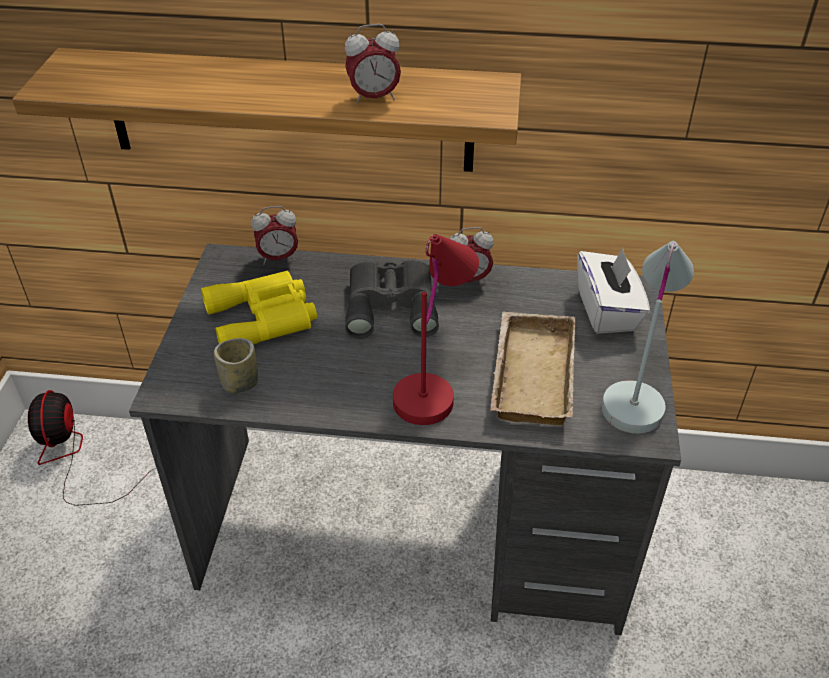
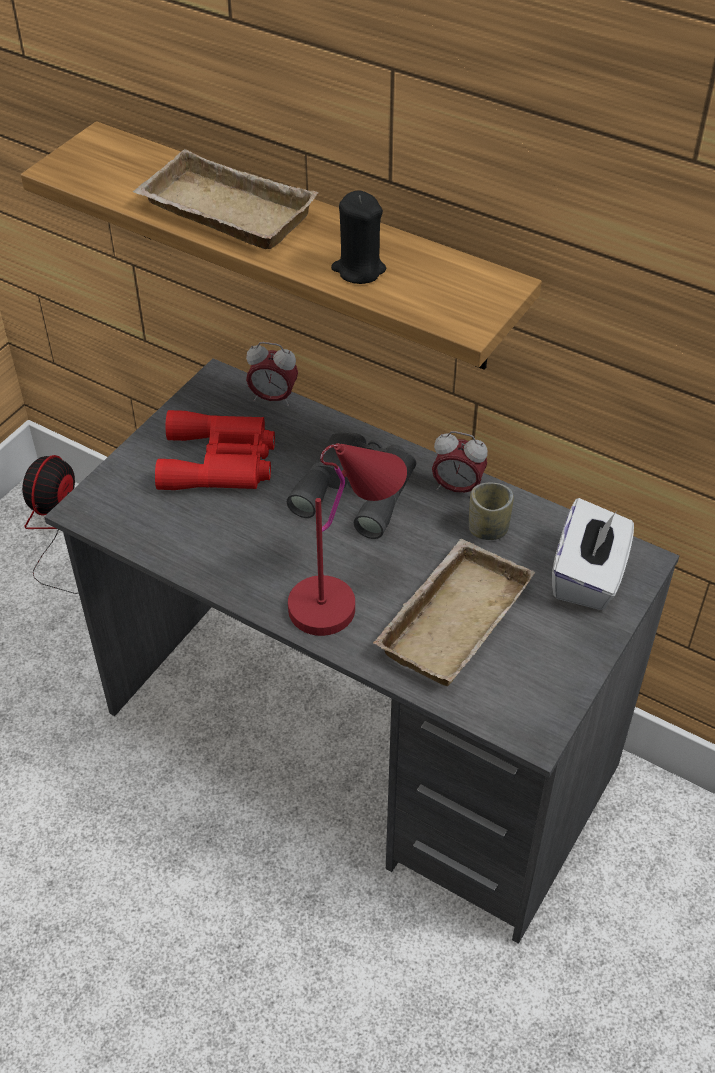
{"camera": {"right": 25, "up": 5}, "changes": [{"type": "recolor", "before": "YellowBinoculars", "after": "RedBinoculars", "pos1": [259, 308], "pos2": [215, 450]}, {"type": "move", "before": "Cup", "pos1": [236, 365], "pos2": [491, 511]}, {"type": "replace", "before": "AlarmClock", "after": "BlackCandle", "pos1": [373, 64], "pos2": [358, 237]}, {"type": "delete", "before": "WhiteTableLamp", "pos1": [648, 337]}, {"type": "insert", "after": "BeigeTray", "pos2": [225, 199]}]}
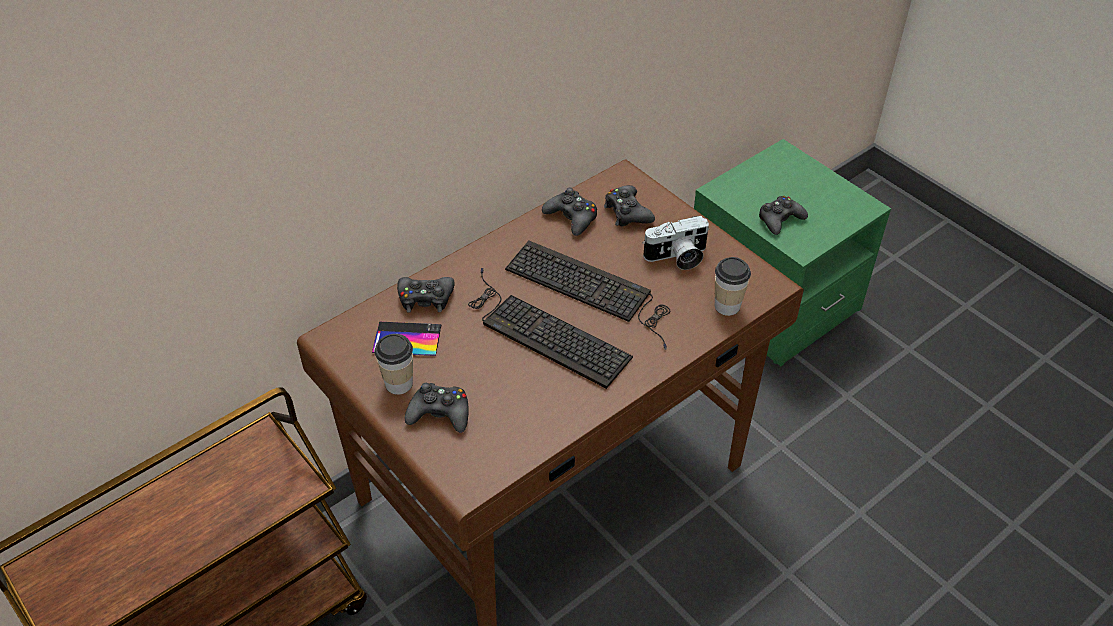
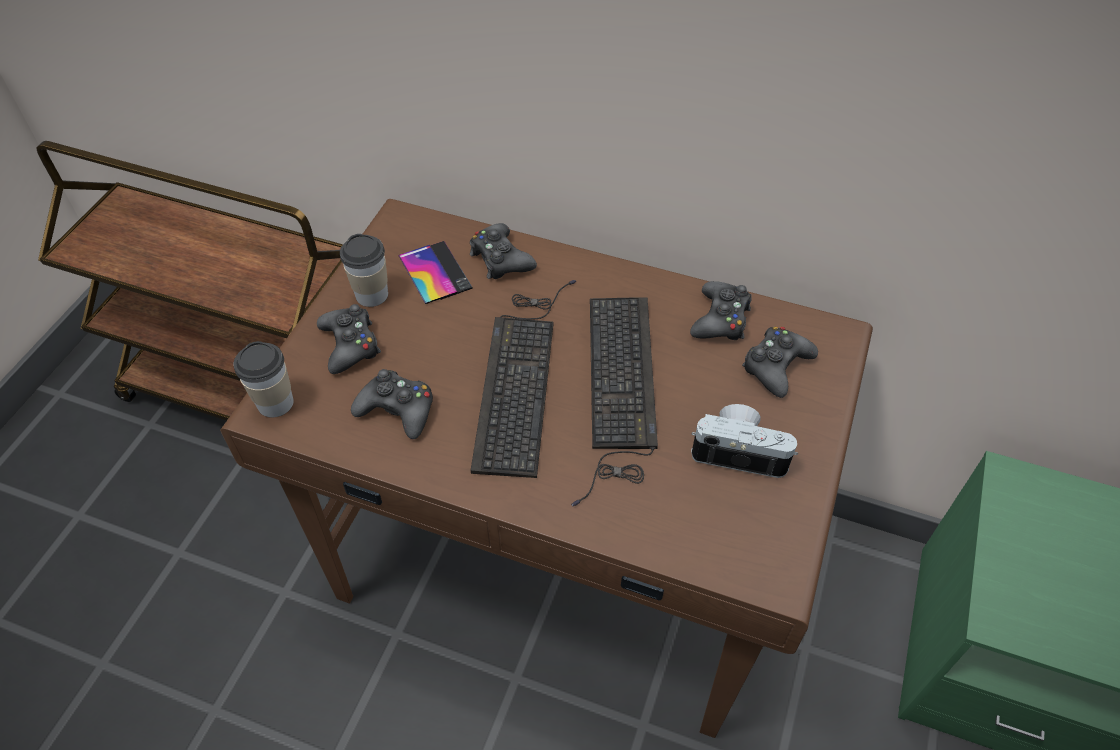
{"camera": {"right": 60, "up": 5}, "changes": [{"type": "rotate", "before": "PhotoCamera", "pos1": [675, 243], "pos2": [744, 441], "turn": 150}, {"type": "move", "before": "Cup", "pos1": [733, 286], "pos2": [263, 379]}, {"type": "move", "before": "BlackGameController", "pos1": [783, 215], "pos2": [392, 404]}]}
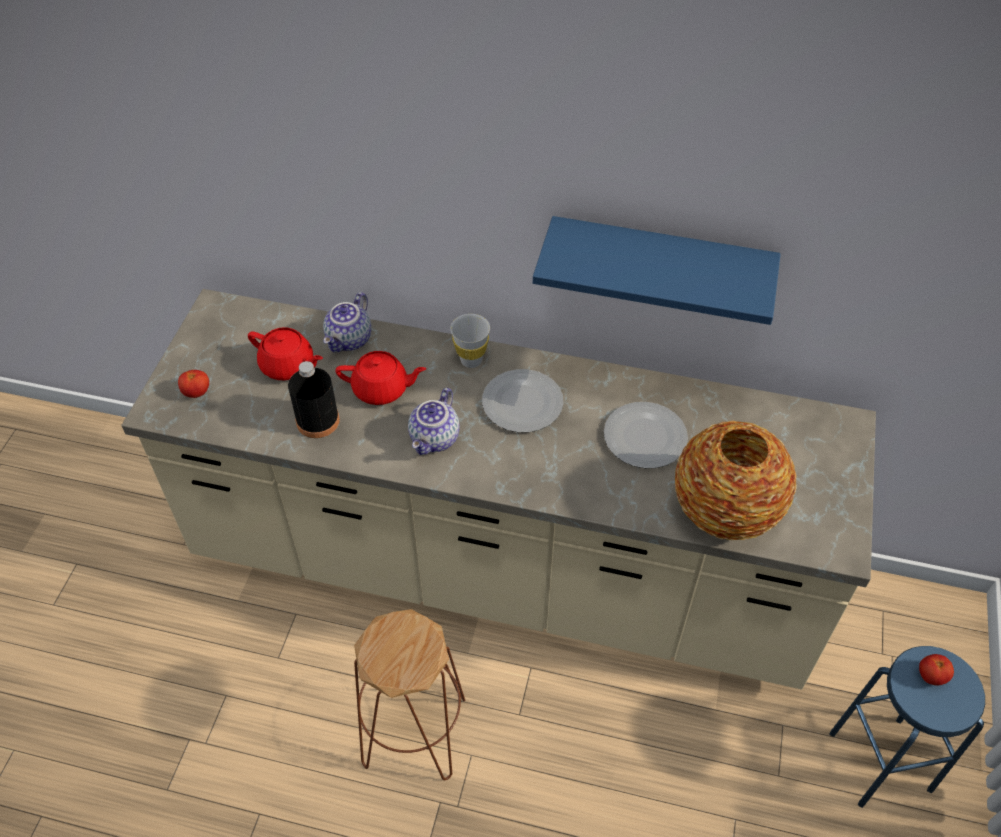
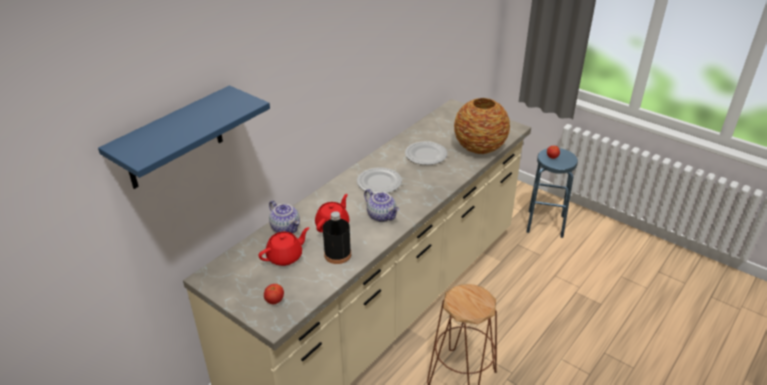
{"camera": {"right": -65, "up": -15}, "changes": [{"type": "delete", "before": "WhiteCup", "pos1": [470, 341]}, {"type": "move", "before": "BlueShelf", "pos1": [657, 270], "pos2": [184, 137]}]}
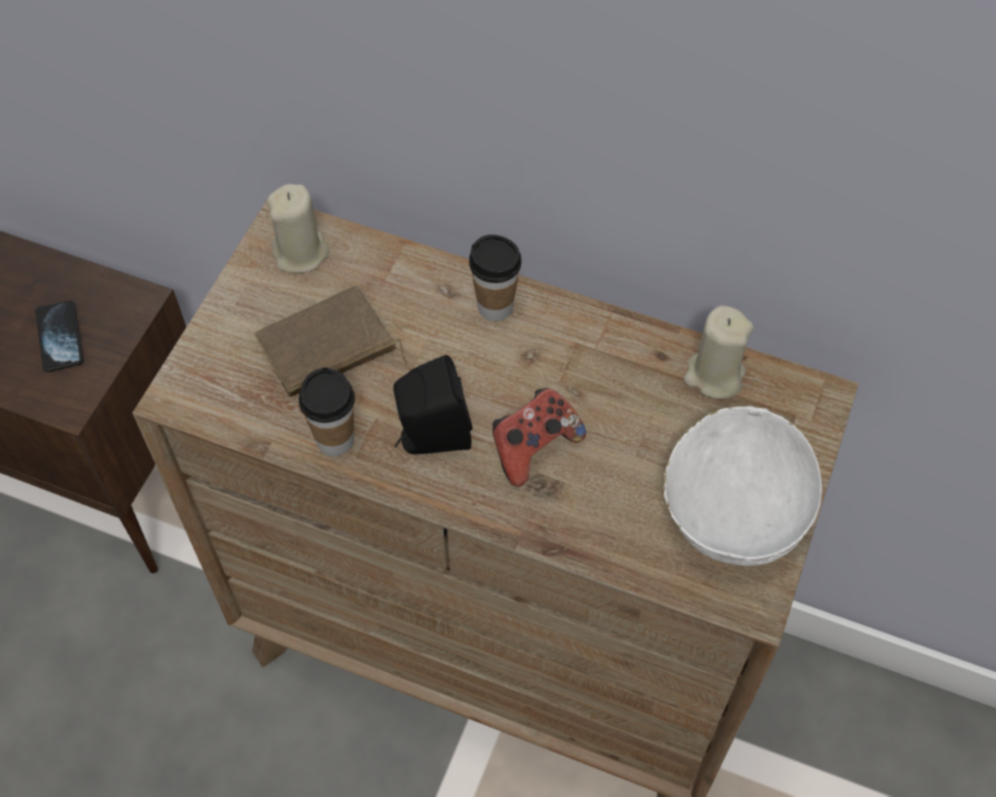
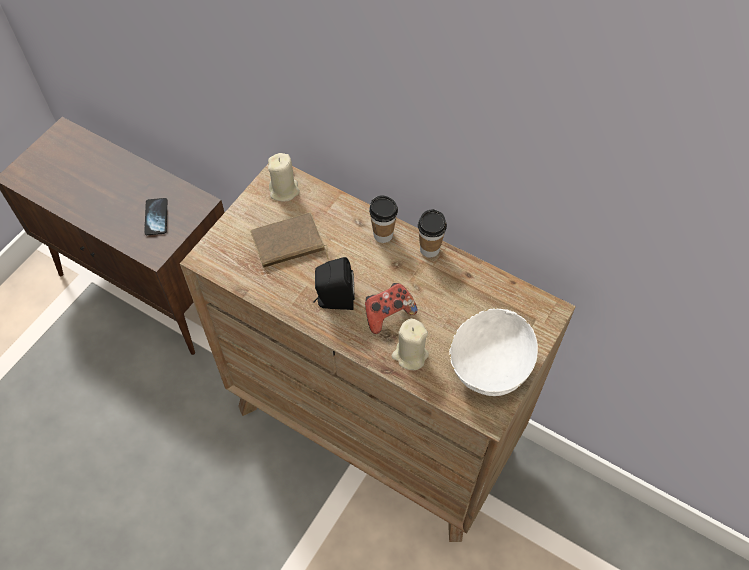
{"camera": {"right": 10, "up": 0}, "changes": [{"type": "move", "before": "Cup", "pos1": [327, 411], "pos2": [432, 233]}, {"type": "move", "before": "BeigeCandle", "pos1": [718, 352], "pos2": [410, 344]}]}
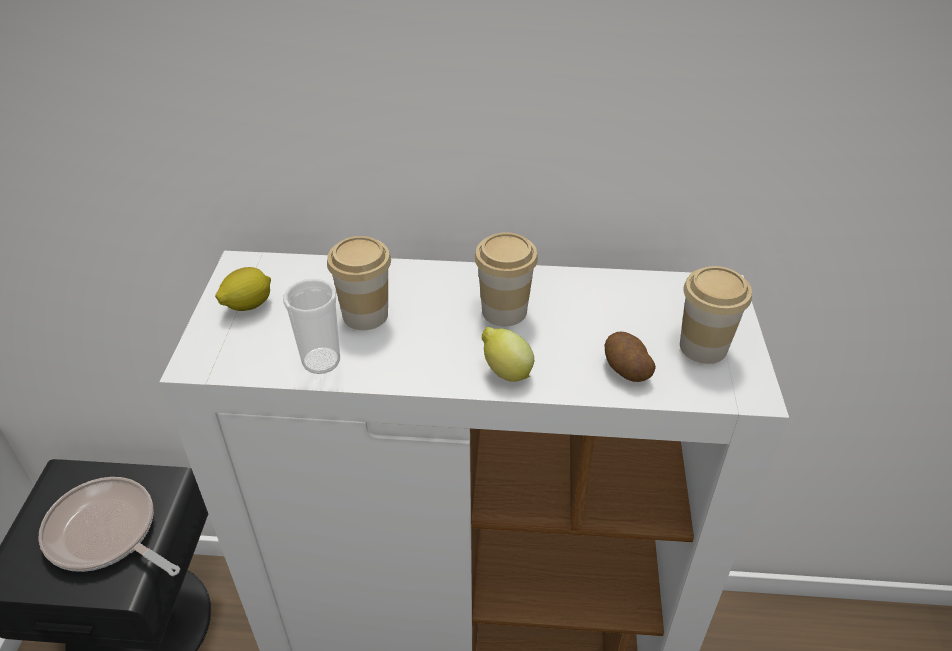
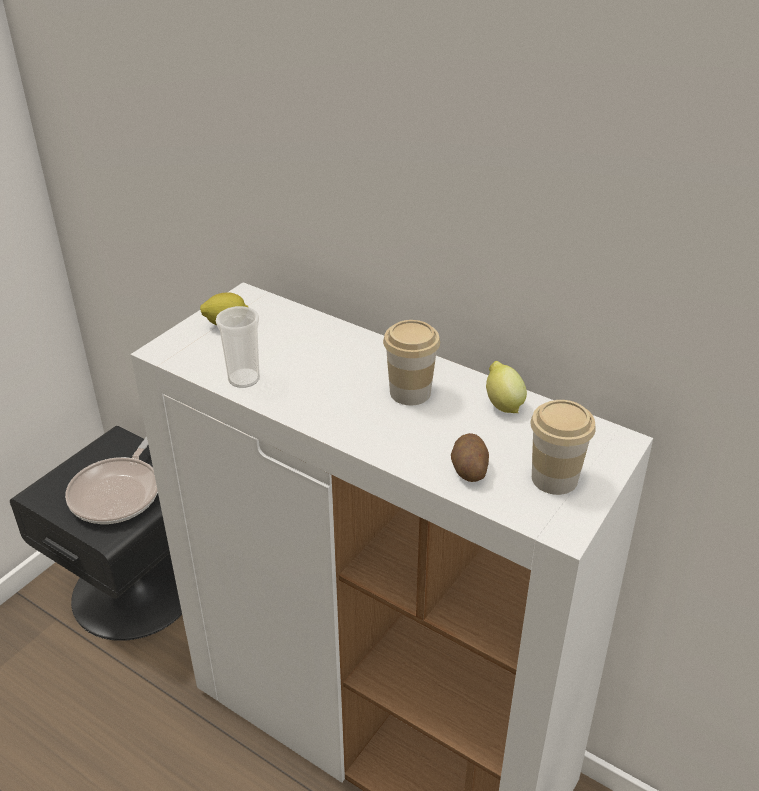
{"camera": {"right": 30, "up": -5}, "changes": [{"type": "rotate", "before": "FryingPan", "pos1": [109, 526], "pos2": [111, 480], "turn": -135}, {"type": "delete", "before": "Cup", "pos1": [359, 283]}, {"type": "move", "before": "Lemon", "pos1": [508, 354], "pos2": [506, 387]}]}
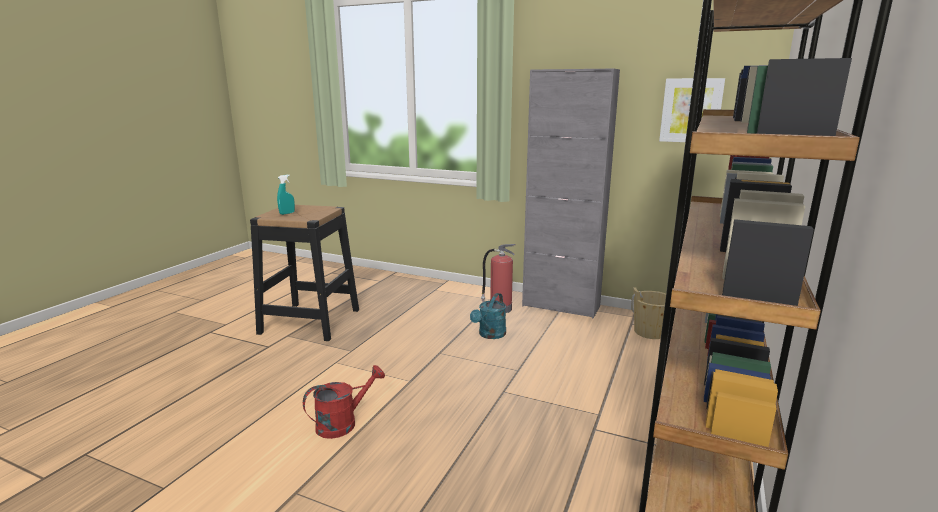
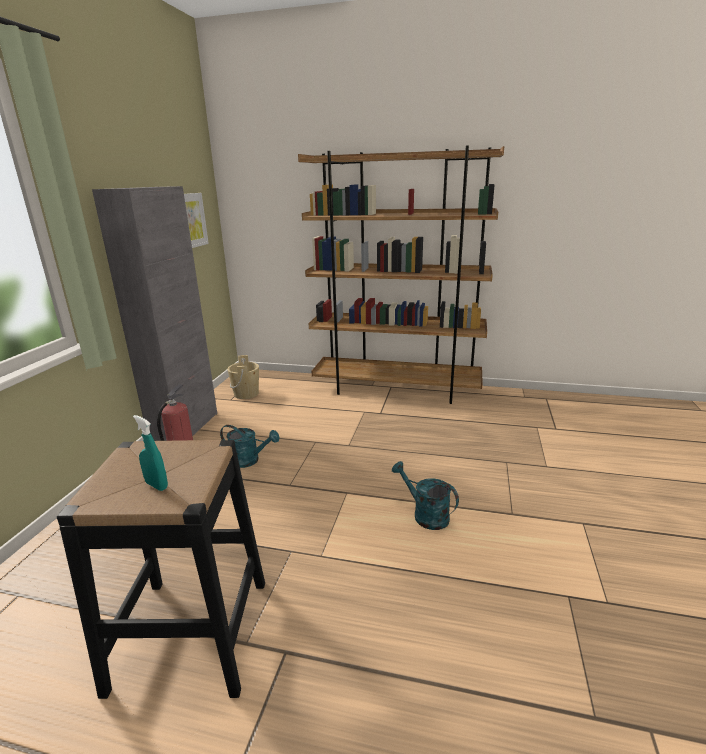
{"camera": {"right": -100, "up": 5}, "changes": [{"type": "recolor", "before": "RedWateringCan", "after": "TurquoiseWateringCan", "pos1": [344, 402], "pos2": [425, 495]}]}
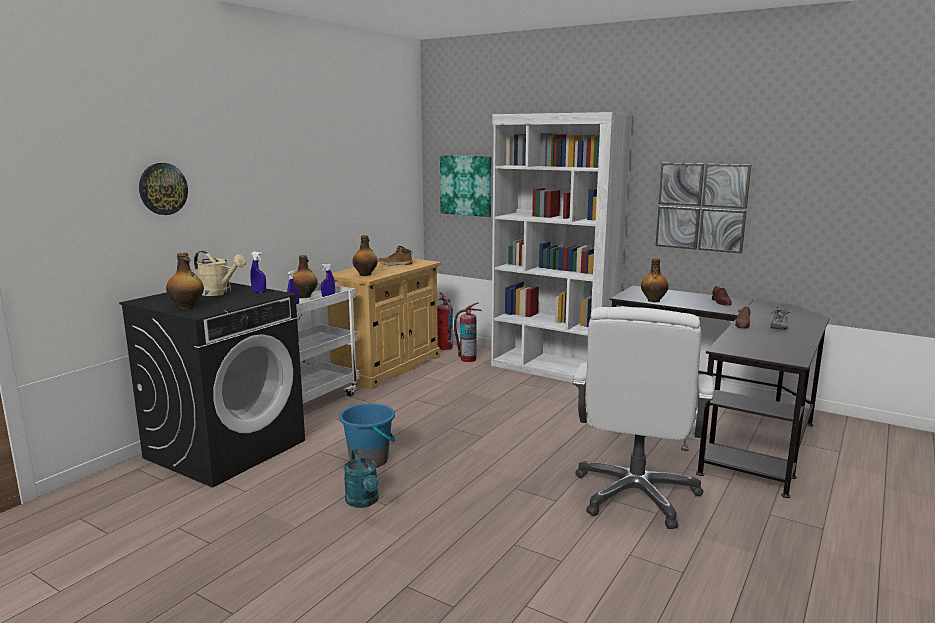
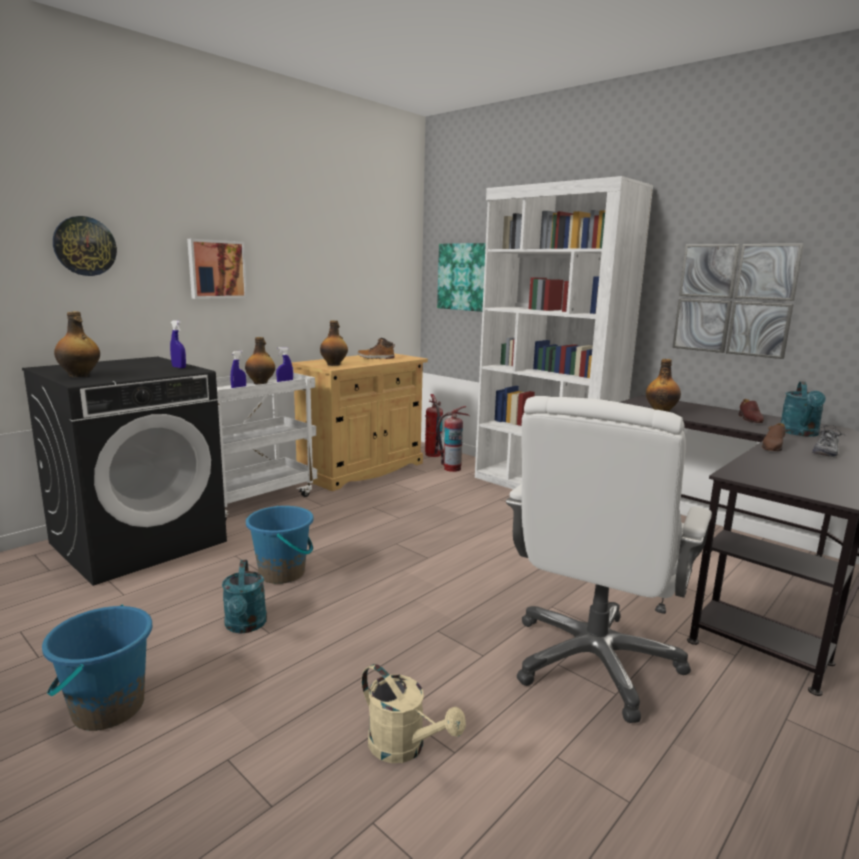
{"camera": {"right": 10, "up": 0}, "changes": [{"type": "move", "before": "BeigeWateringCan", "pos1": [220, 273], "pos2": [413, 713]}, {"type": "insert", "after": "BlueBucket", "pos2": [97, 668]}, {"type": "insert", "after": "Picture", "pos2": [217, 269]}, {"type": "insert", "after": "TurquoiseWateringCan", "pos2": [803, 409]}]}
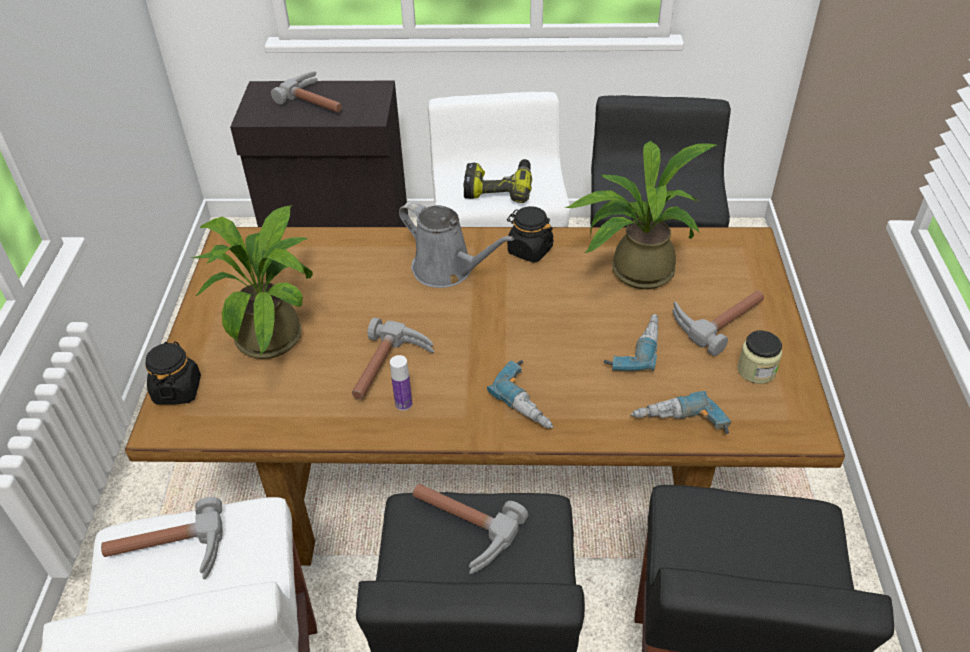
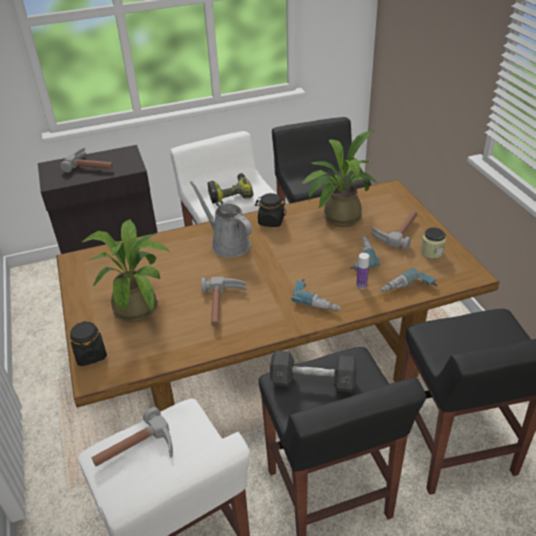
{"camera": {"right": -20, "up": -5}, "changes": [{"type": "move", "before": "Bottle", "pos1": [401, 383], "pos2": [362, 271]}, {"type": "rotate", "before": "GreyWateringCan", "pos1": [456, 244], "pos2": [221, 219], "turn": -150}, {"type": "replace", "before": "Hammer", "after": "GreyDumbbell", "pos1": [470, 528], "pos2": [313, 371]}]}
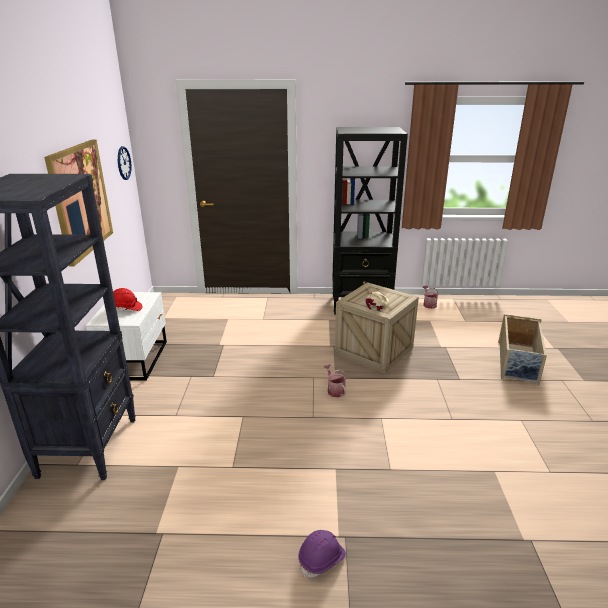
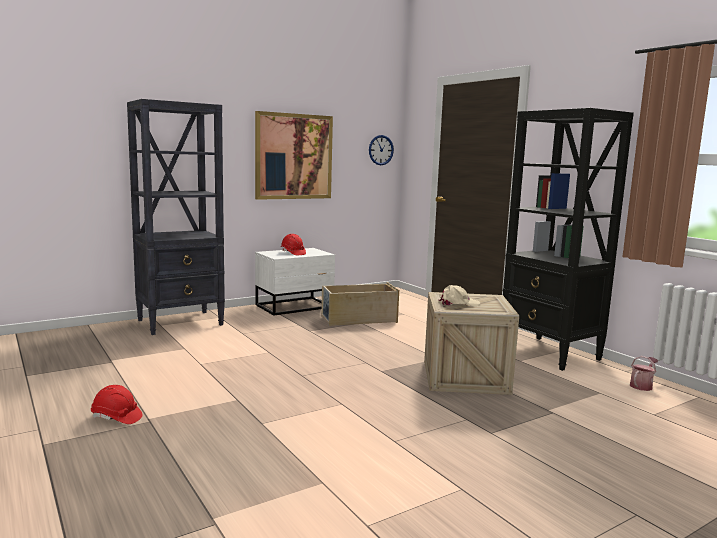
{"camera": {"right": 55, "up": -15}, "changes": [{"type": "recolor", "before": "PurpleHardHat", "after": "RedHardHat", "pos1": [322, 553], "pos2": [117, 404]}, {"type": "delete", "before": "WateringCan", "pos1": [335, 380]}, {"type": "move", "before": "BeigeStorageBox", "pos1": [522, 349], "pos2": [360, 304]}]}
